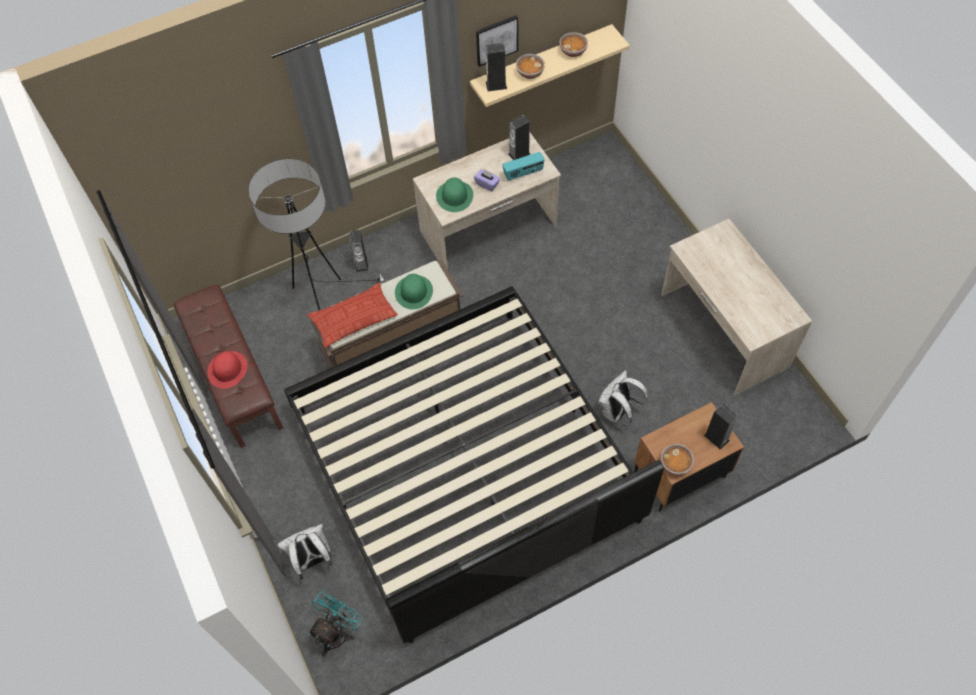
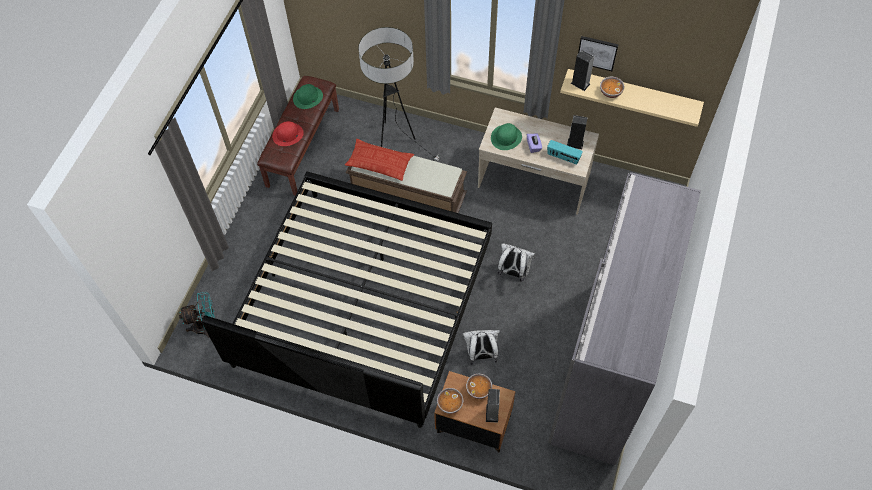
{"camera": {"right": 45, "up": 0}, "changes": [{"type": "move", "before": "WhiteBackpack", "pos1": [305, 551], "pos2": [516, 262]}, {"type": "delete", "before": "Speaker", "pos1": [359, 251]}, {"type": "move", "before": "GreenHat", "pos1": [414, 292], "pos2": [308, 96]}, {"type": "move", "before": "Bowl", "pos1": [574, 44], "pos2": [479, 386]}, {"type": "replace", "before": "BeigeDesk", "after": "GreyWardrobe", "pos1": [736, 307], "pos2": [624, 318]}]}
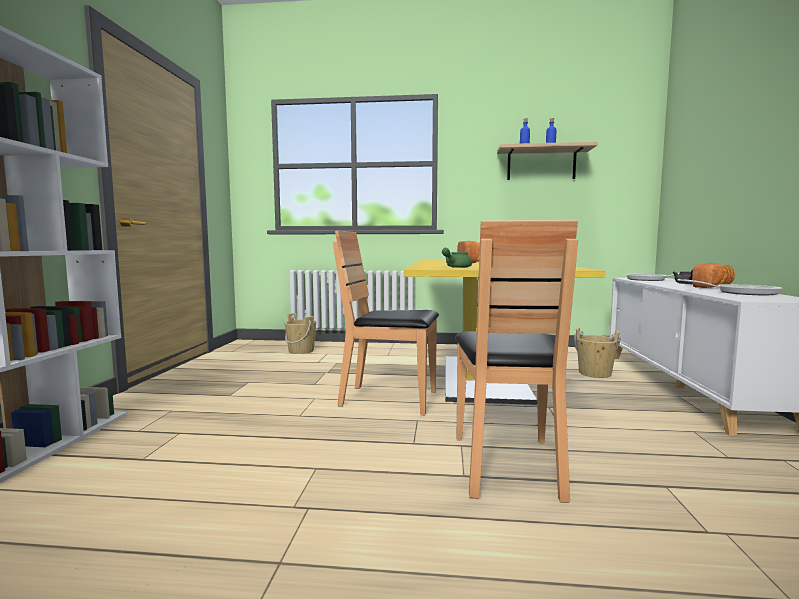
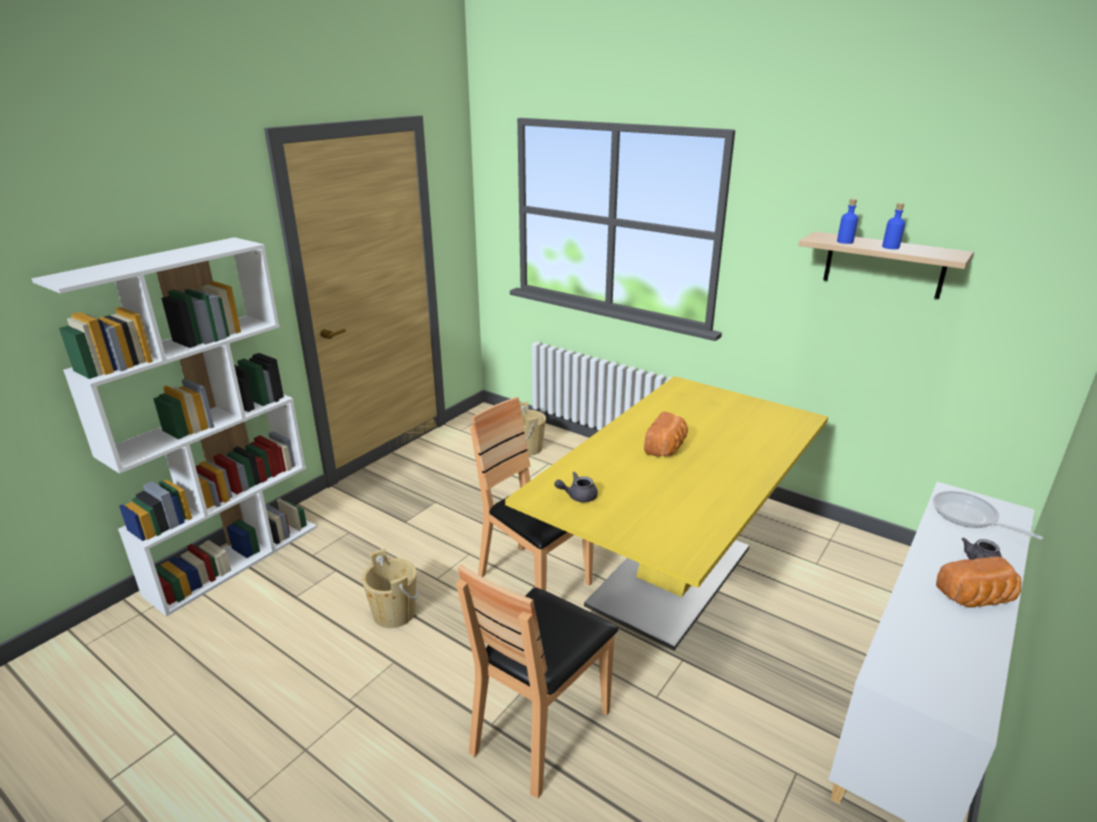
{"camera": {"right": 30, "up": 20}, "changes": [{"type": "recolor", "before": "GreenTeapot", "after": "GreyTeapot", "pos1": [457, 258], "pos2": [576, 487]}, {"type": "move", "before": "BeigeBucket", "pos1": [597, 353], "pos2": [390, 588]}, {"type": "delete", "before": "FryingPan", "pos1": [730, 287]}]}
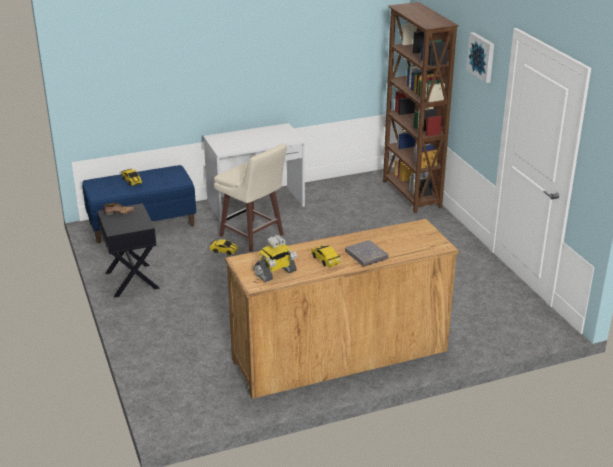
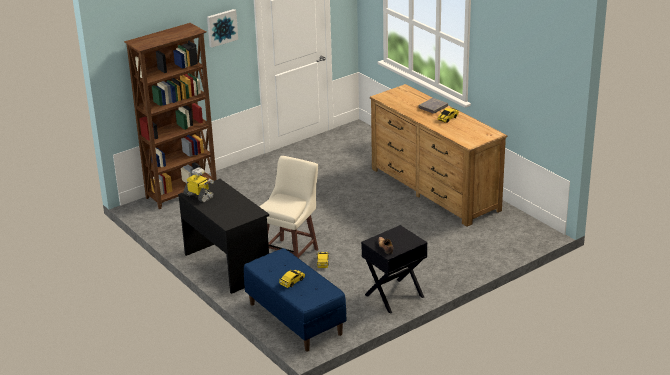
{"camera": {"right": -105, "up": 0}, "changes": [{"type": "recolor", "before": "WhiteDesk", "after": "BlackDesk", "pos1": [254, 172], "pos2": [223, 236]}, {"type": "move", "before": "ToyRobot", "pos1": [275, 258], "pos2": [198, 184]}]}
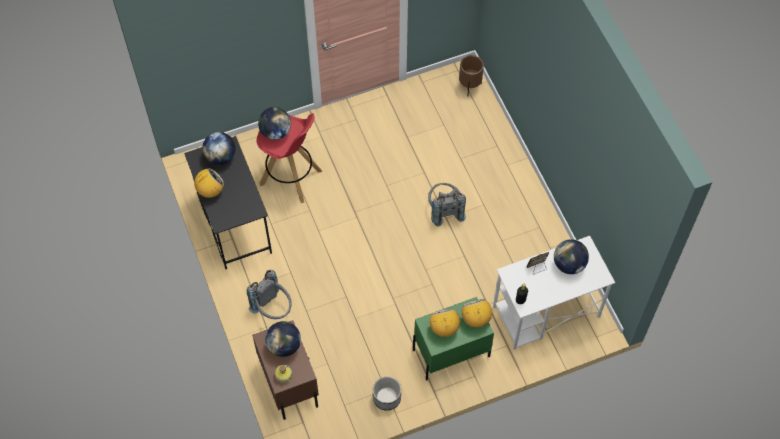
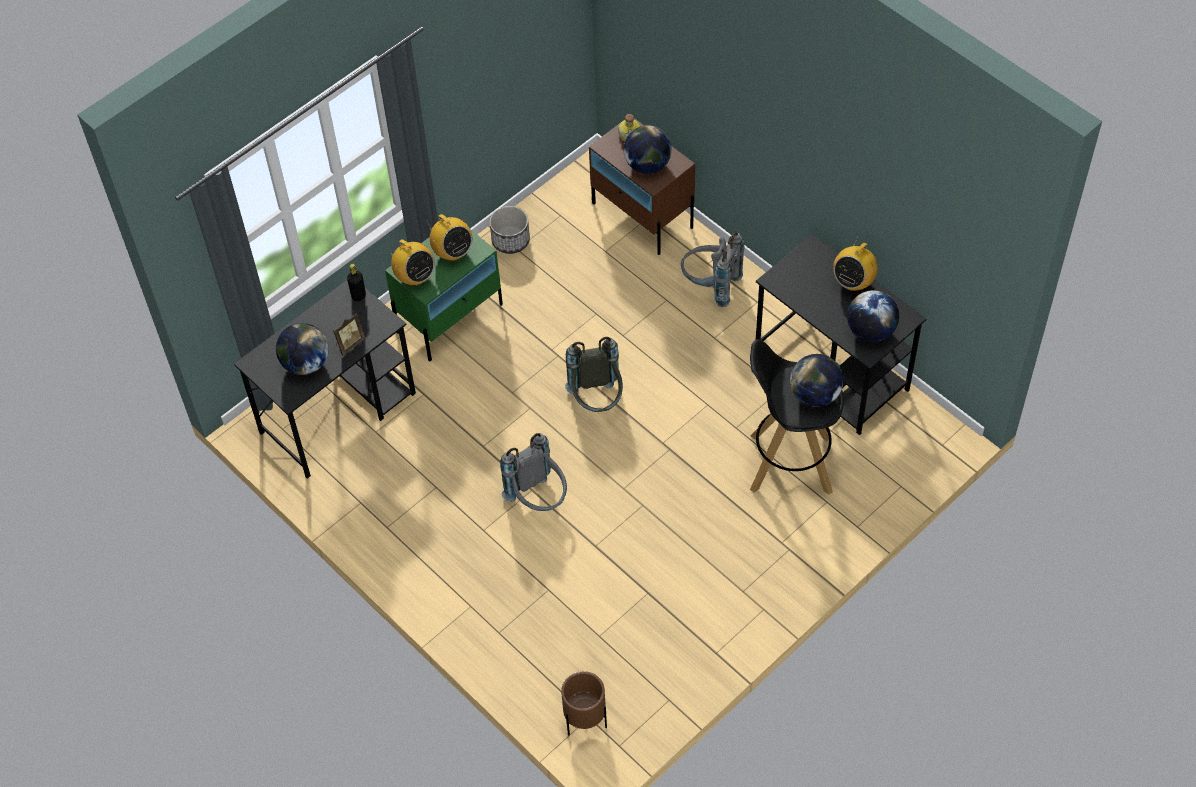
{"camera": {"right": 160, "up": -5}, "changes": [{"type": "recolor", "before": "RedStool", "after": "BlackStool", "pos1": [289, 158], "pos2": [797, 417]}, {"type": "recolor", "before": "WhiteDesk", "after": "BlackDesk", "pos1": [554, 293], "pos2": [325, 379]}, {"type": "insert", "after": "GreyBackpack", "pos2": [594, 374]}]}
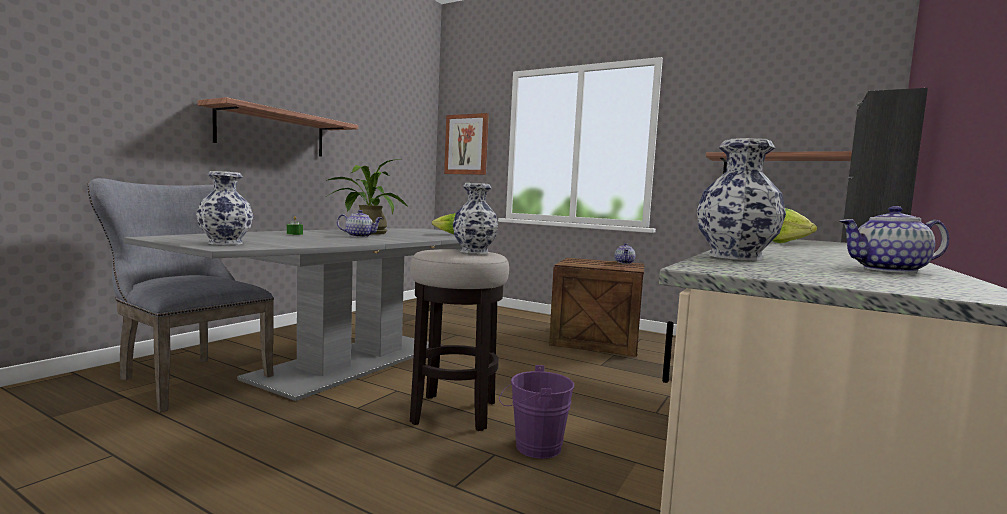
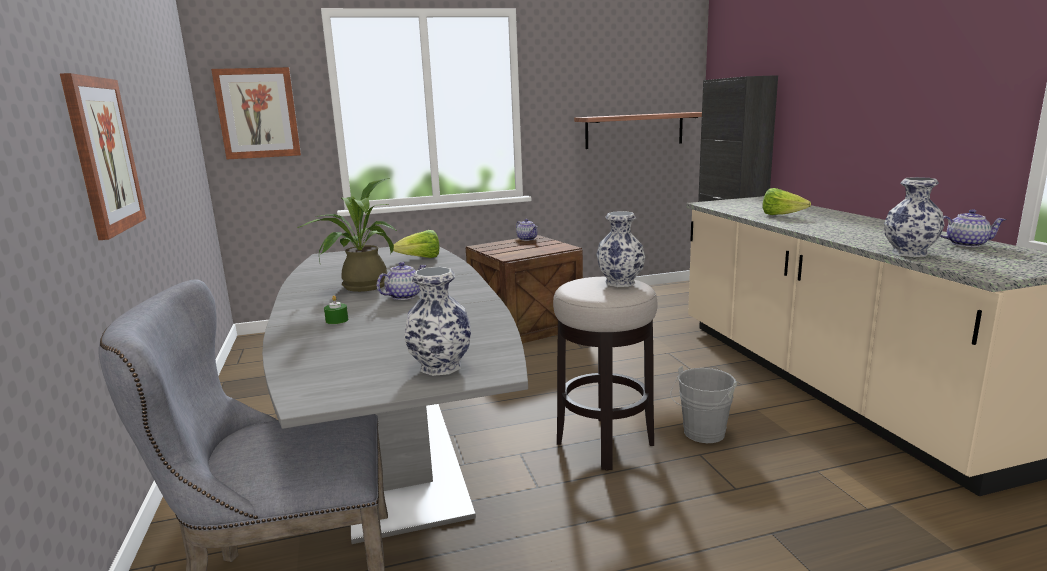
{"camera": {"right": -45, "up": 10}, "changes": [{"type": "replace", "before": "Shelf", "after": "Picture", "pos1": [278, 127], "pos2": [103, 156]}, {"type": "recolor", "before": "PurpleBucket", "after": "GreyBucket", "pos1": [536, 412], "pos2": [703, 404]}, {"type": "rotate", "before": "Teapot", "pos1": [894, 239], "pos2": [973, 228], "turn": -120}]}
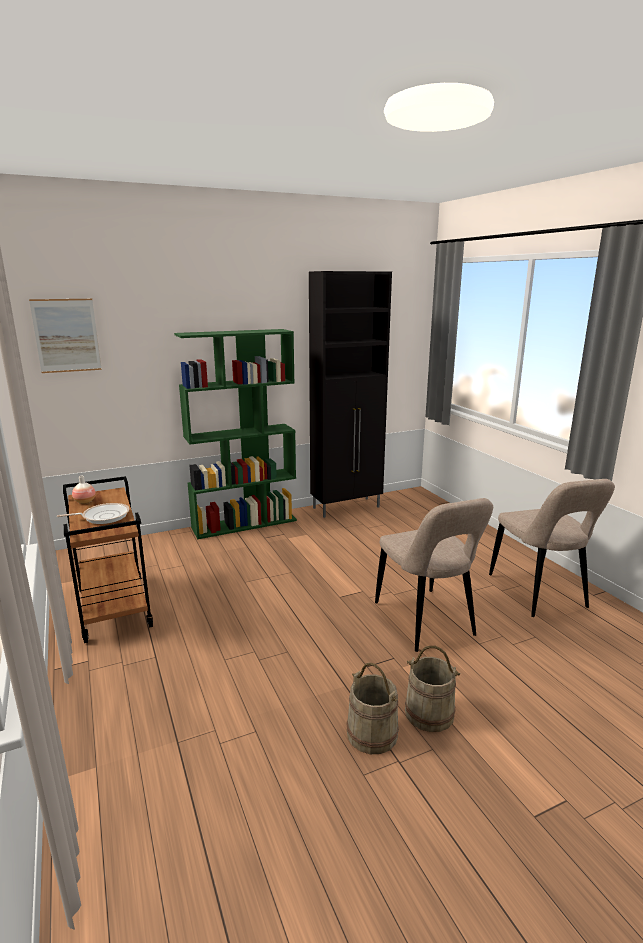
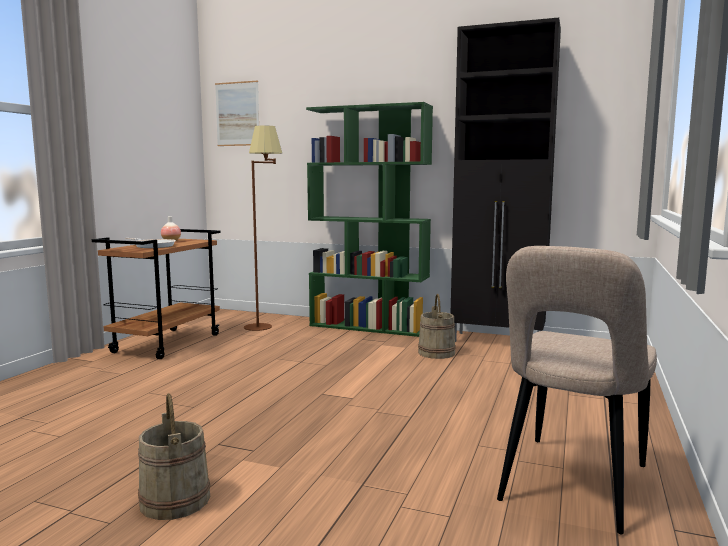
{"camera": {"right": 45, "up": -10}, "changes": [{"type": "move", "before": "BeigeBucket", "pos1": [372, 708], "pos2": [437, 326]}, {"type": "delete", "before": "BeigeChair", "pos1": [434, 575]}, {"type": "insert", "after": "BrownFloorLamp", "pos2": [263, 228]}]}
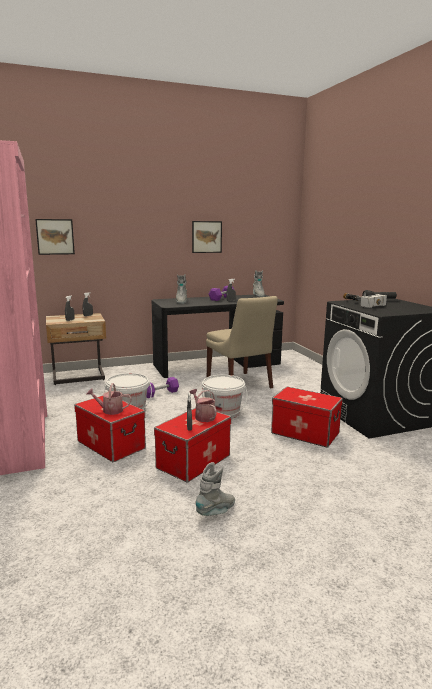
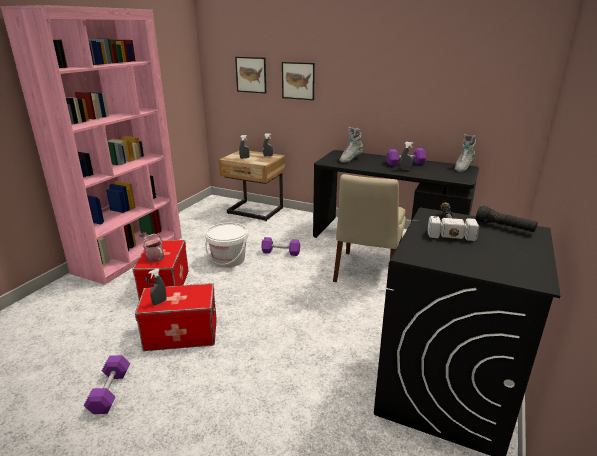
{"camera": {"right": 45, "up": 10}, "changes": [{"type": "delete", "before": "WateringCan", "pos1": [203, 405]}, {"type": "move", "before": "Picture", "pos1": [207, 237], "pos2": [298, 81]}, {"type": "replace", "before": "GreyBoot", "after": "PurpleDumbbell", "pos1": [215, 489], "pos2": [107, 384]}, {"type": "delete", "before": "WhiteBucket", "pos1": [224, 396]}, {"type": "delete", "before": "StorageBox", "pos1": [307, 417]}]}
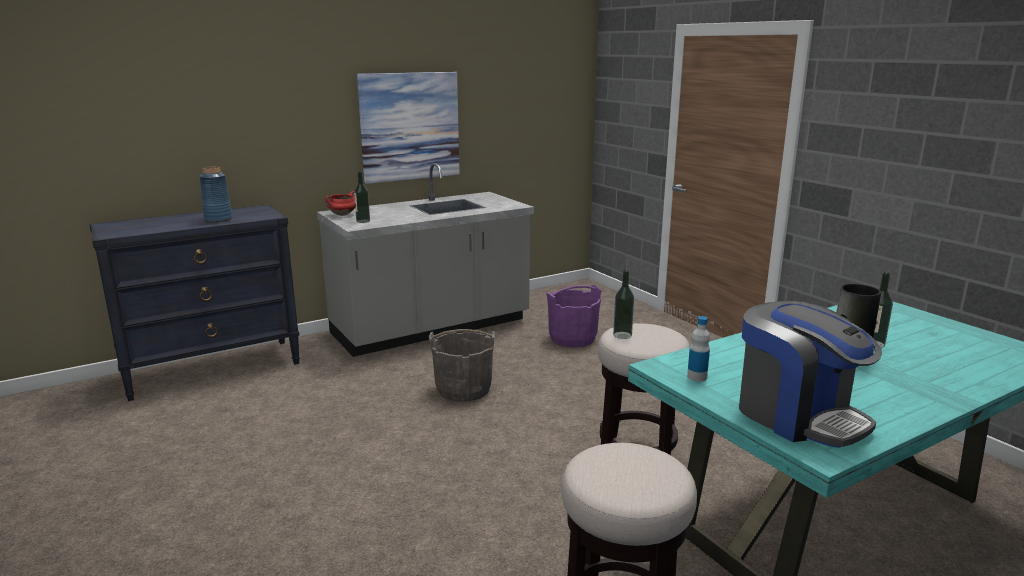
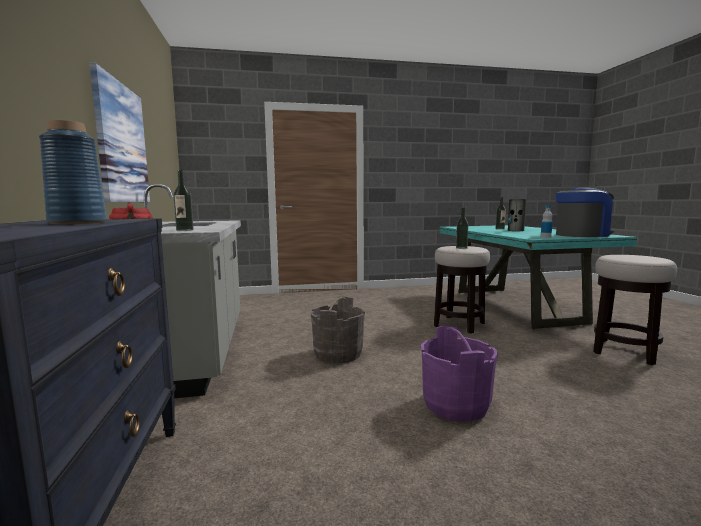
{"camera": {"right": -70, "up": -10}, "changes": [{"type": "move", "before": "PurpleBucket", "pos1": [574, 316], "pos2": [459, 374]}]}
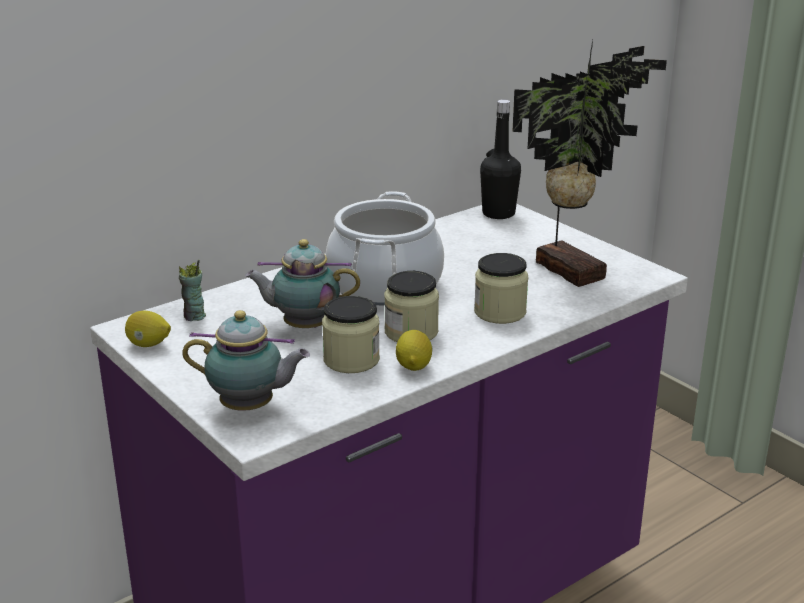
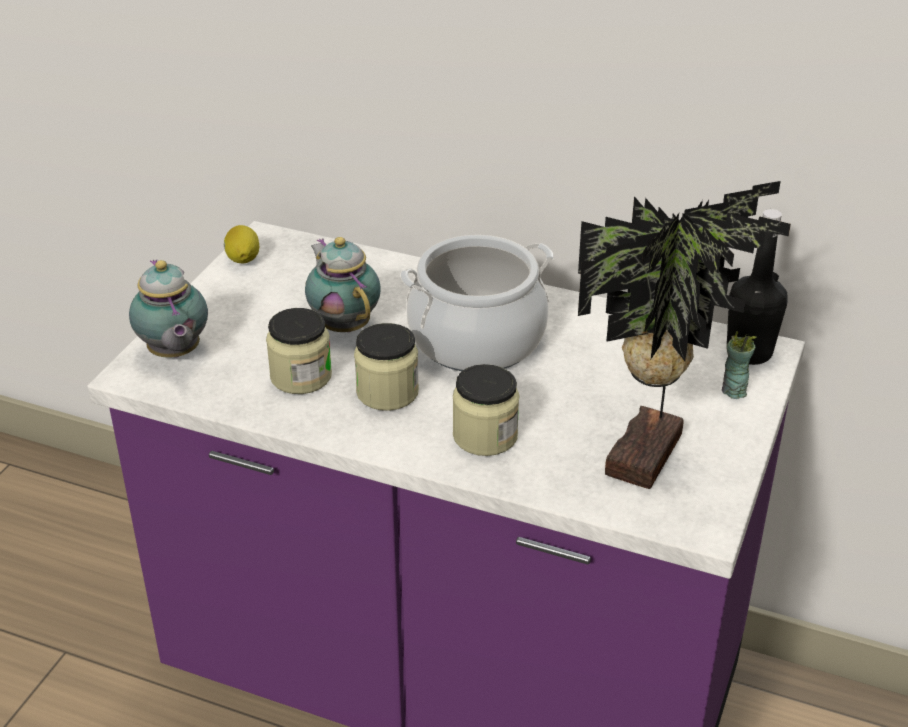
{"camera": {"right": 60, "up": 10}, "changes": [{"type": "move", "before": "Cup", "pos1": [192, 290], "pos2": [739, 365]}, {"type": "delete", "before": "Lemon", "pos1": [414, 350]}]}
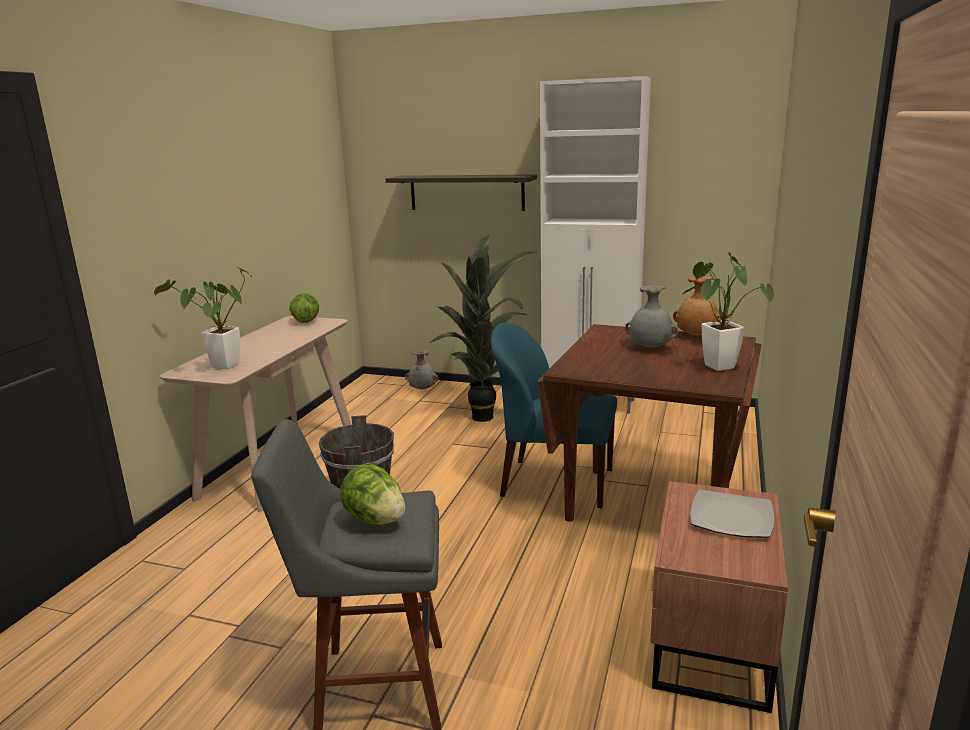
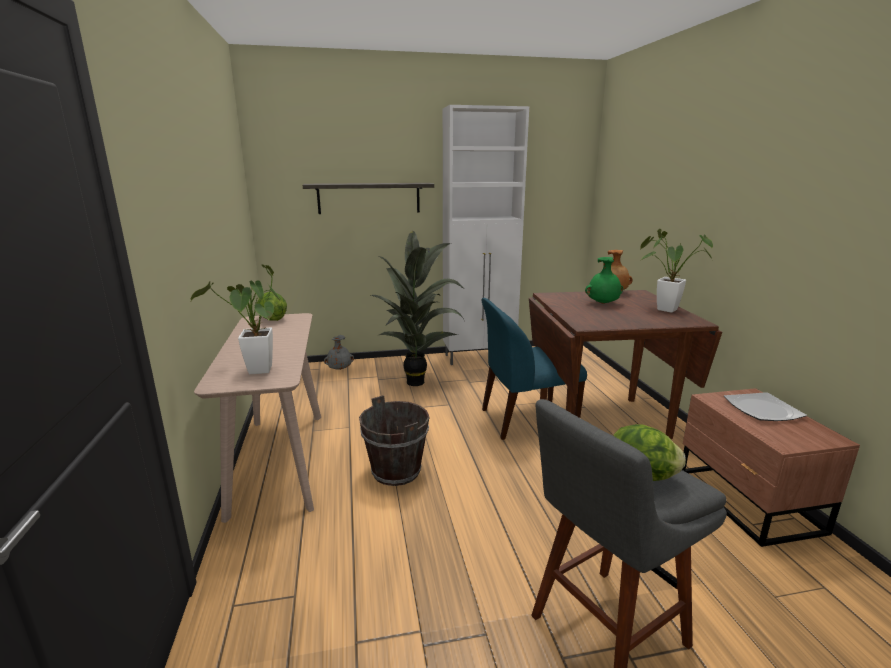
{"camera": {"right": -30, "up": 0}, "changes": [{"type": "recolor", "before": "GreyVase", "after": "GreenVase", "pos1": [651, 316], "pos2": [604, 280]}]}
